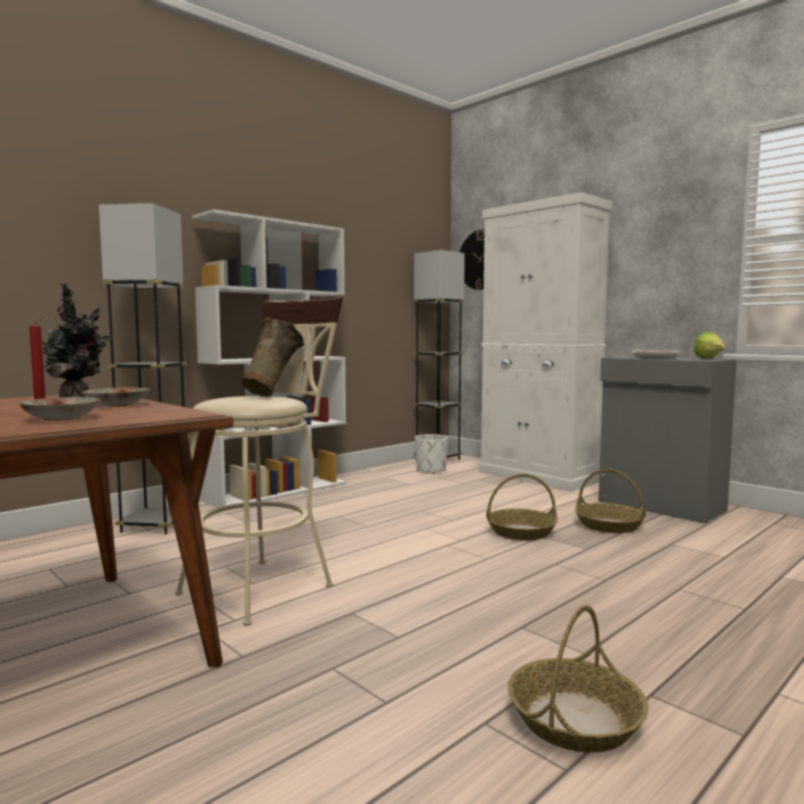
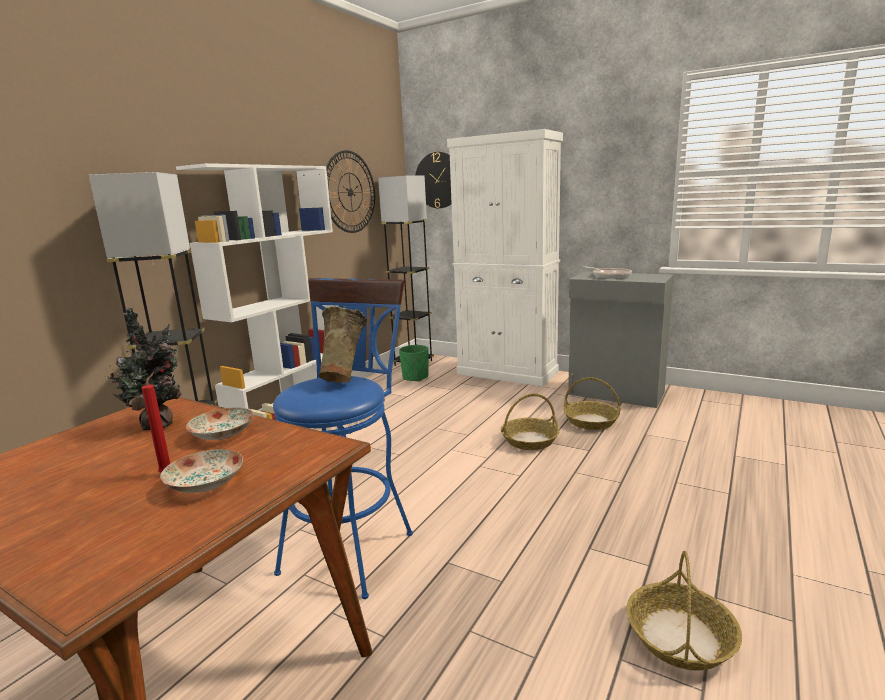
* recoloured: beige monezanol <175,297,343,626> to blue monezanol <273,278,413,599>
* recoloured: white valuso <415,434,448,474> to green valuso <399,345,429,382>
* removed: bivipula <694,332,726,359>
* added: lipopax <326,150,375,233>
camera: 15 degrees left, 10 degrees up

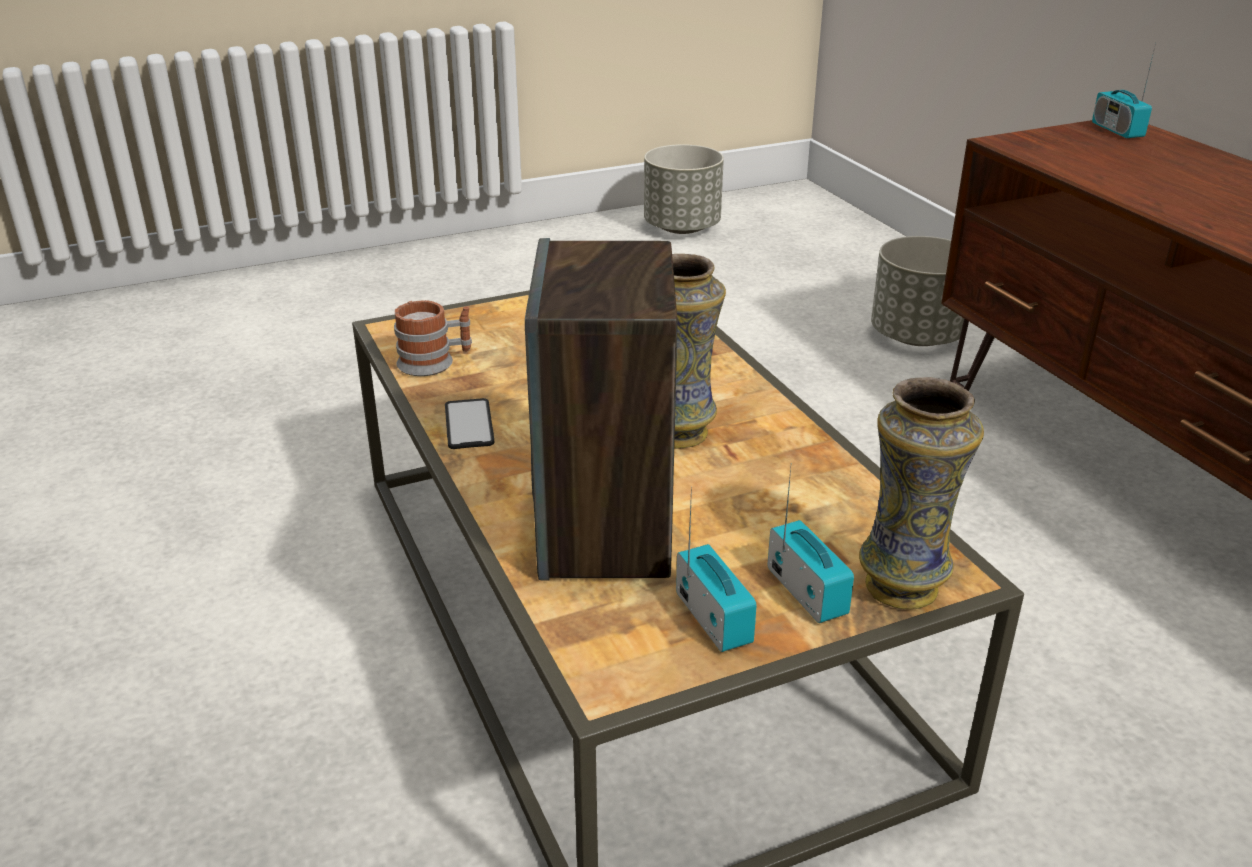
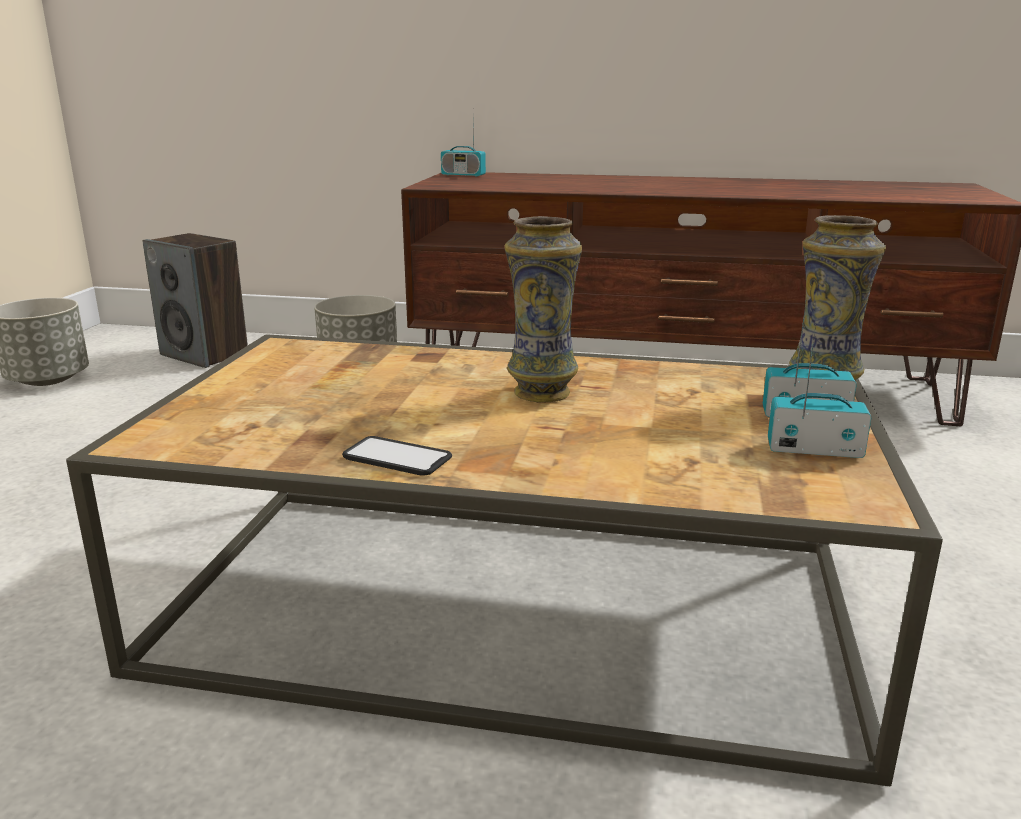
* removed: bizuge <394,300,472,376>
* moved: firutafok <525,238,677,581> to <143,233,248,368>
camera: 55 degrees left, 10 degrees down

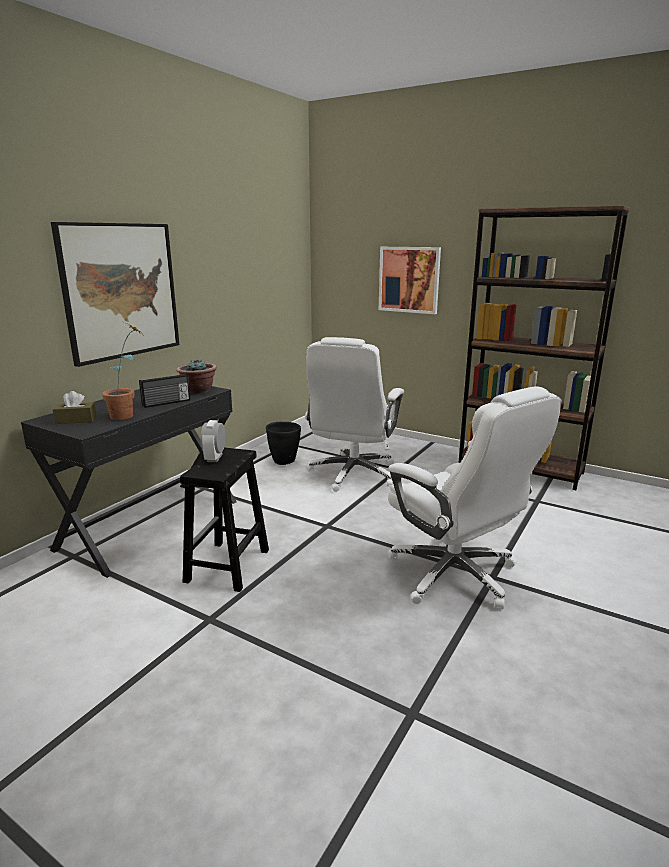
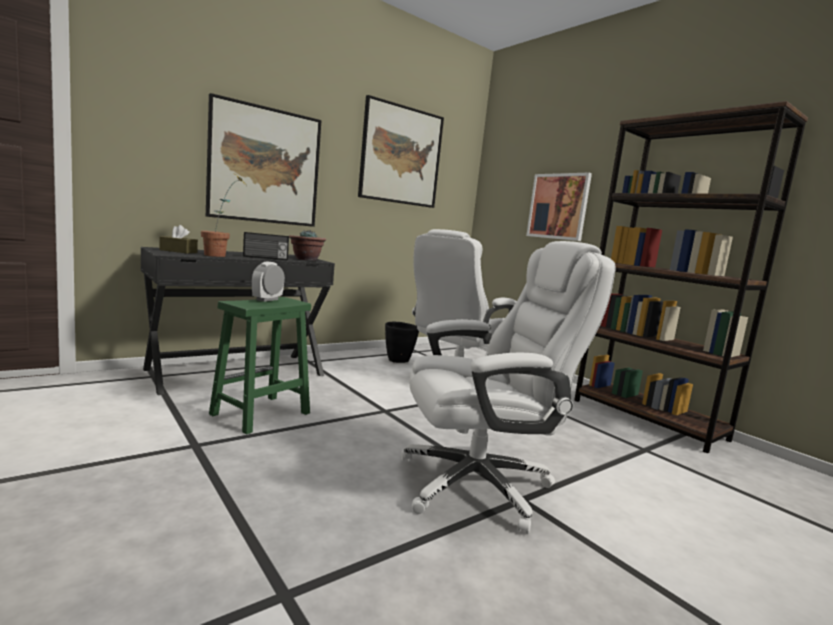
* recoloured: black monezanol <180,448,269,592> to green monezanol <209,297,311,434>
* turned: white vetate <388,386,561,609> = <401,241,616,534> 90 degrees counterclockwise
* added: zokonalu <358,95,444,208>
camera: 20 degrees right, 10 degrees down

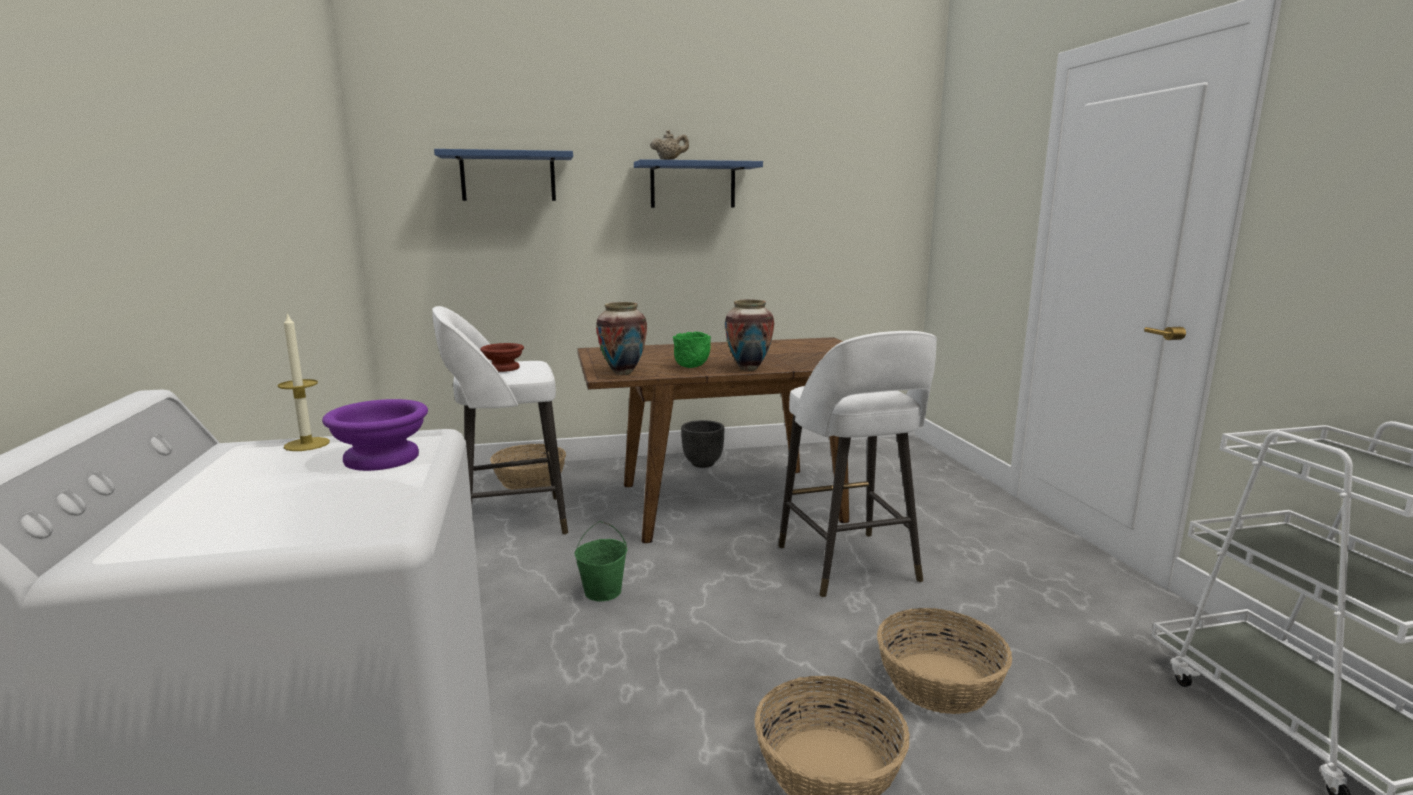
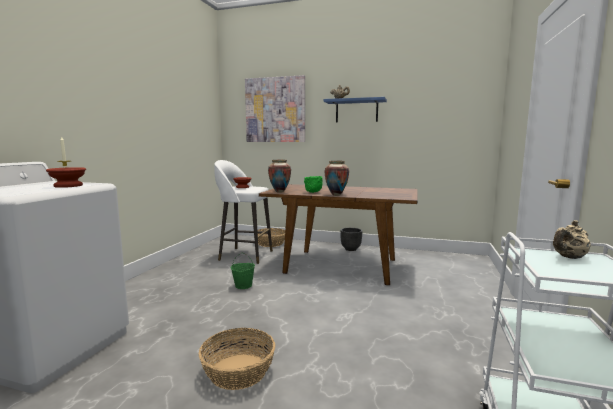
* recoloured: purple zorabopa <322,399,428,471> to brown zorabopa <46,167,86,188>
* replaced: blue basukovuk <434,149,573,201> to zokonalu <245,75,305,142>
* removed: white monezanol <778,331,937,597>
* removed: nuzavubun <877,608,1012,714>
* added: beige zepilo <553,220,591,259>
camera: 30 degrees right, 5 degrees down

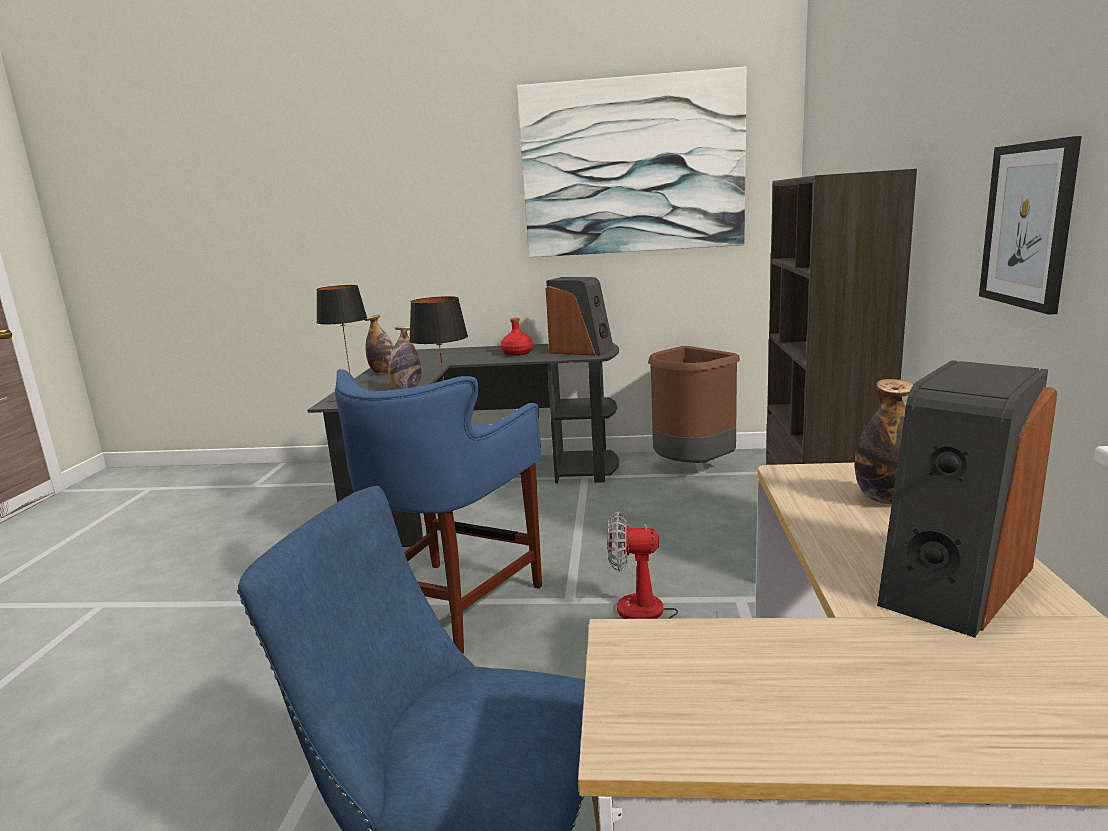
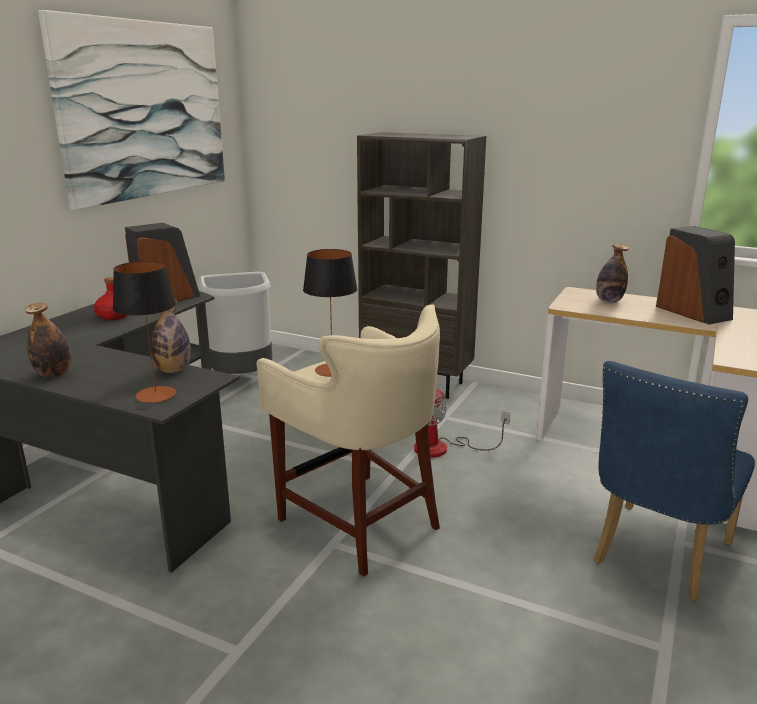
* recoloured: blue monezanol <335,369,542,654> to beige monezanol <256,304,440,577>
* recoloured: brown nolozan <648,346,740,463> to grey nolozan <198,272,272,374>
* removed: zokonalu <979,136,1082,315>
camera: 70 degrees left, 5 degrees up

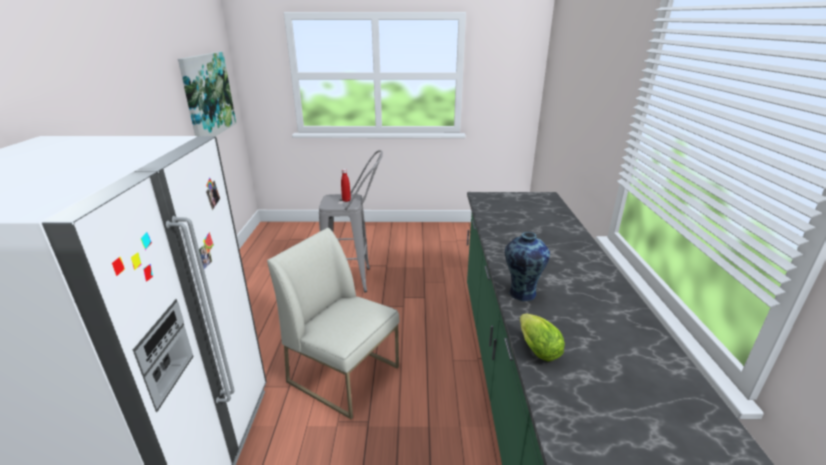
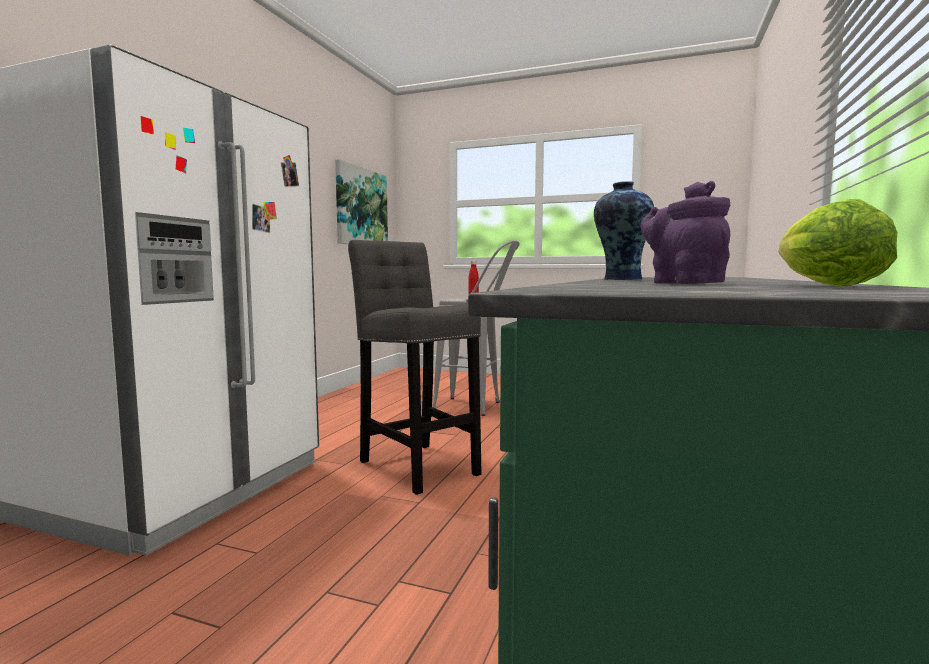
* replaced: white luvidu <267,228,399,419> to grey monezanol <348,240,482,495>
* moved: bivipula <520,314,565,362> to <778,199,897,287>
* added: purple zepilo <641,181,730,284>
camera: 20 degrees right, 20 degrees down

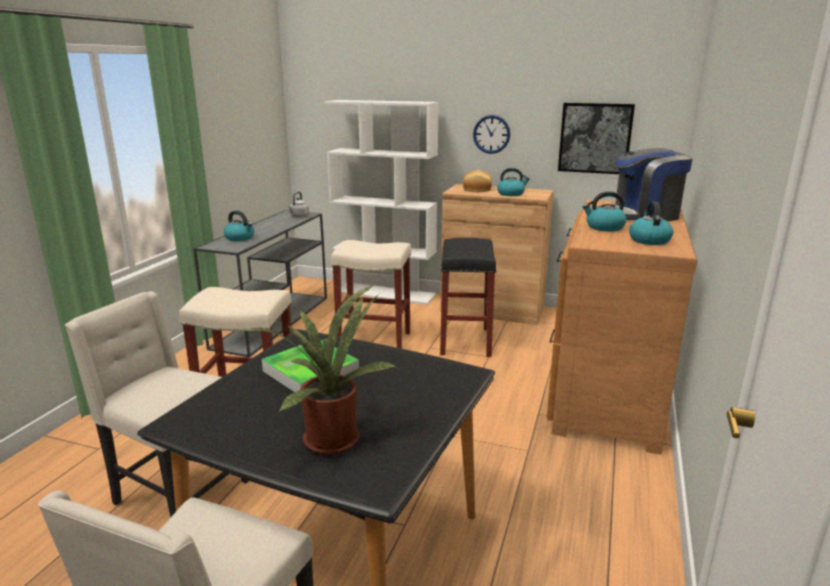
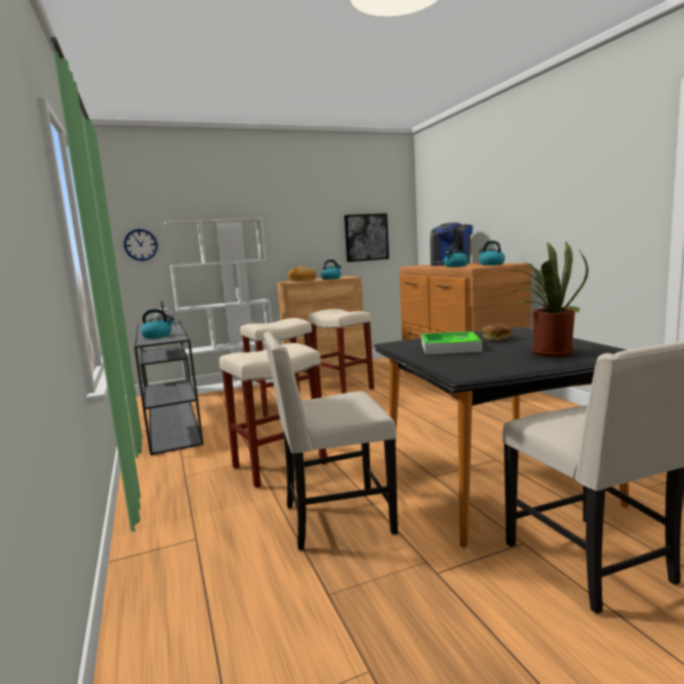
* recoloured: black monezanol <440,238,497,357> to beige monezanol <308,309,374,394>
* moved: lipopax <473,115,510,154> to <124,229,158,261>
* added: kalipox <482,323,513,340>
camera: 40 degrees left, 10 degrees down

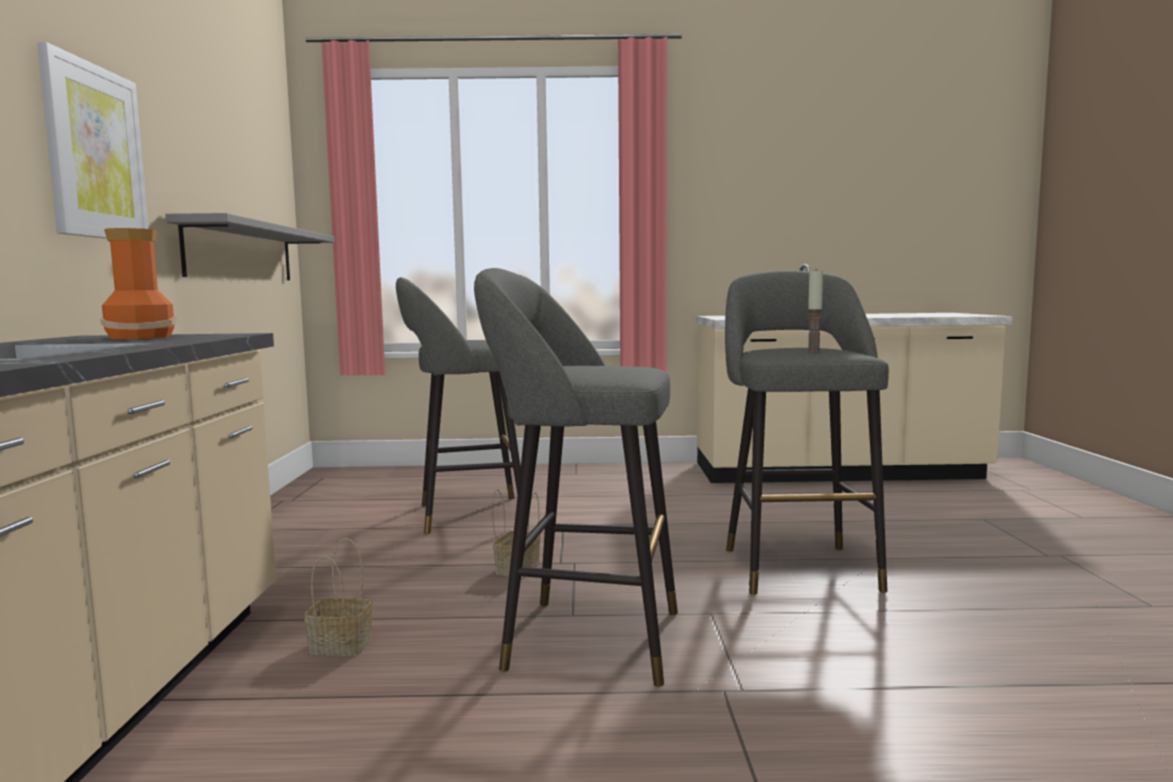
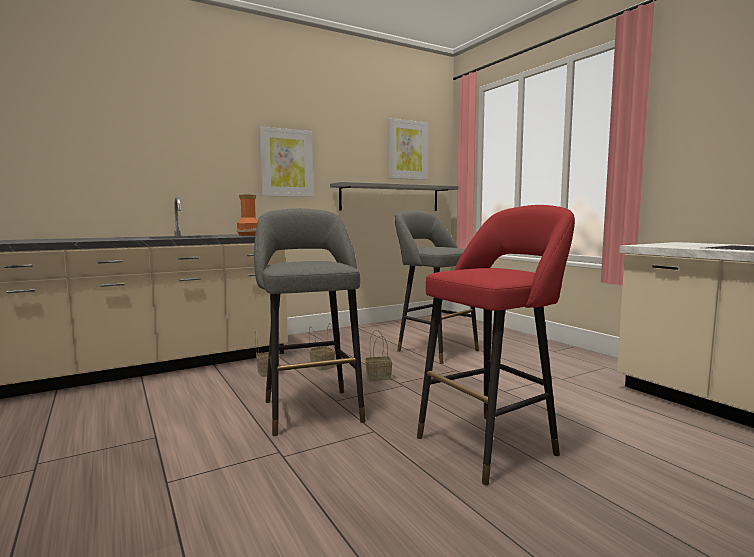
* recoloured: grey monezanol <725,270,889,595> to red monezanol <417,205,575,485>
* removed: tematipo <807,269,823,353>
* added: nuzavubun <309,323,335,371>
* added: zokonalu <388,118,428,180>
camera: 60 degrees right, 0 degrees up

